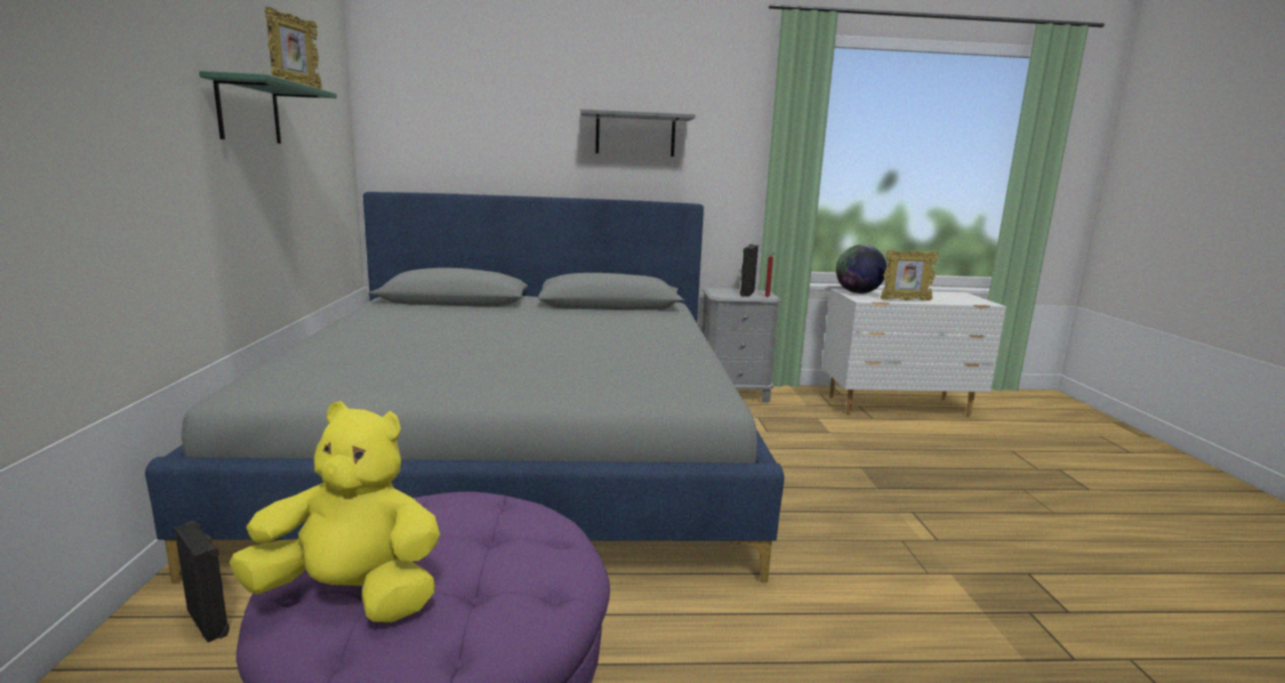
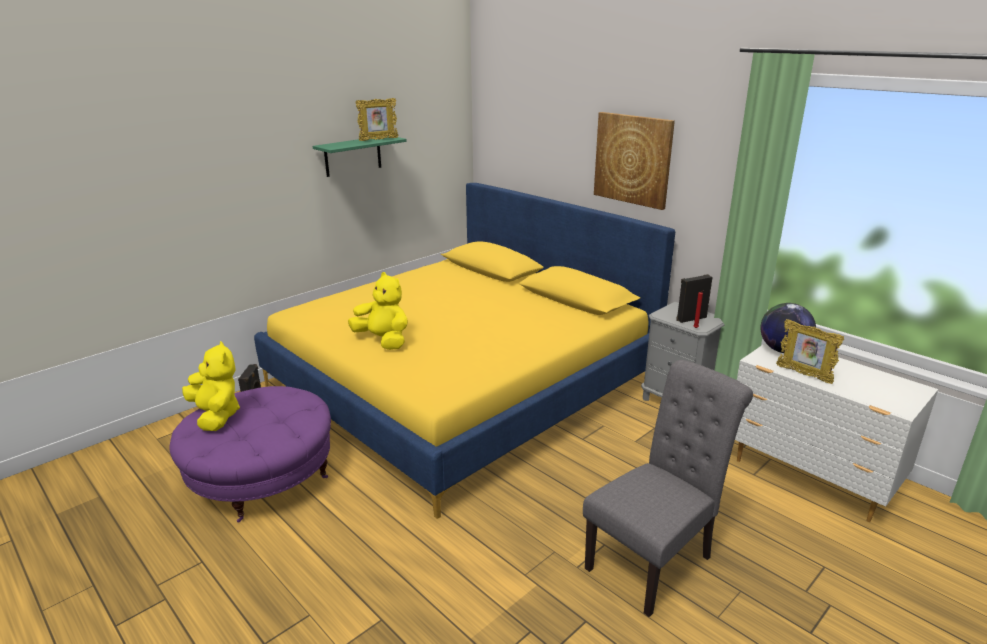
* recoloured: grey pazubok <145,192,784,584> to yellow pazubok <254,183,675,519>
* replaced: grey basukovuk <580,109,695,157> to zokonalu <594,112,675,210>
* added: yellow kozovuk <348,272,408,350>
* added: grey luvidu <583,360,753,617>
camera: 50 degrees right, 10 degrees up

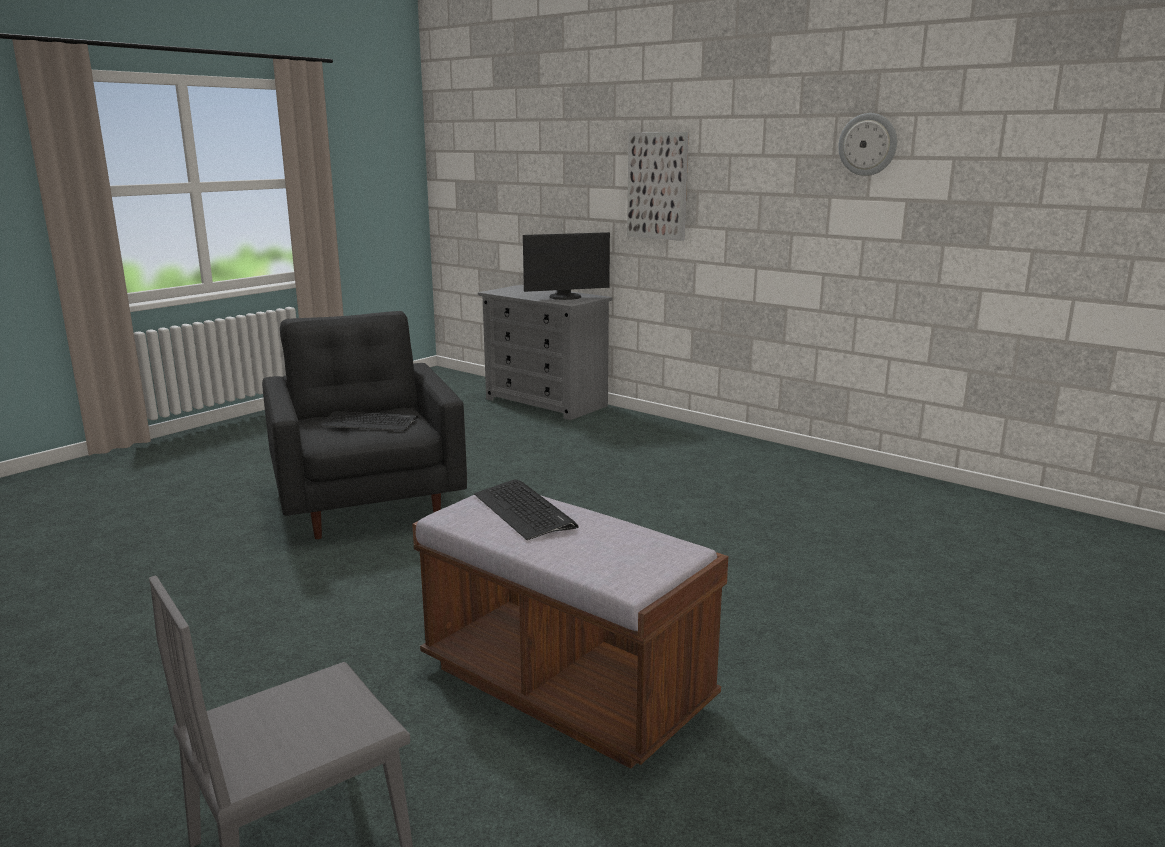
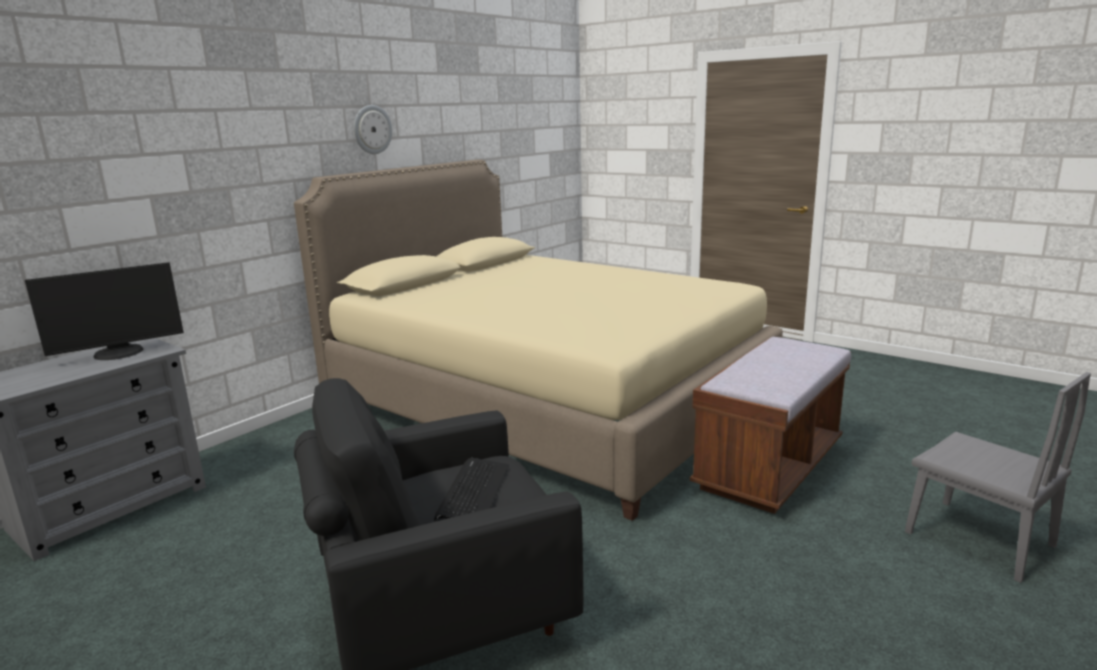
* removed: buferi <474,479,578,540>
* turned: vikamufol <523,232,610,300> = <25,262,184,360> 75 degrees clockwise
* removed: zokonalu <627,132,689,241>
* added: beige pazubok <294,160,783,521>
camera: 90 degrees left, 0 degrees up

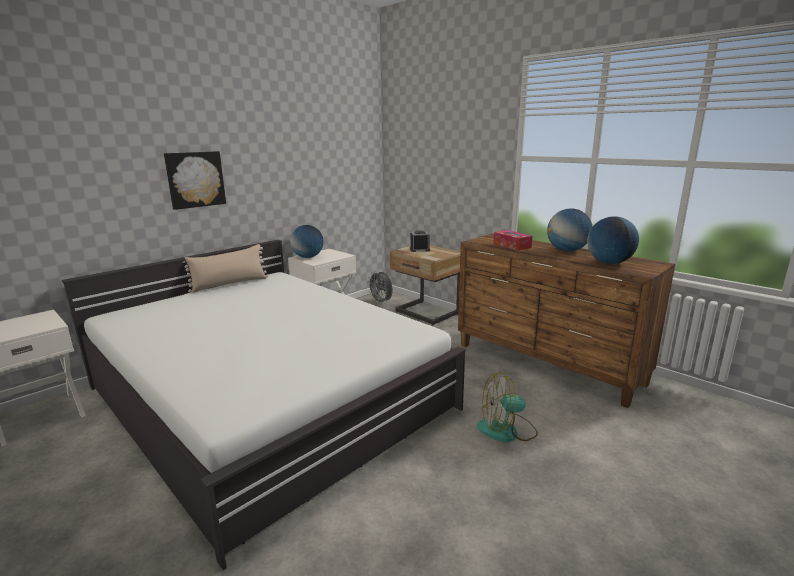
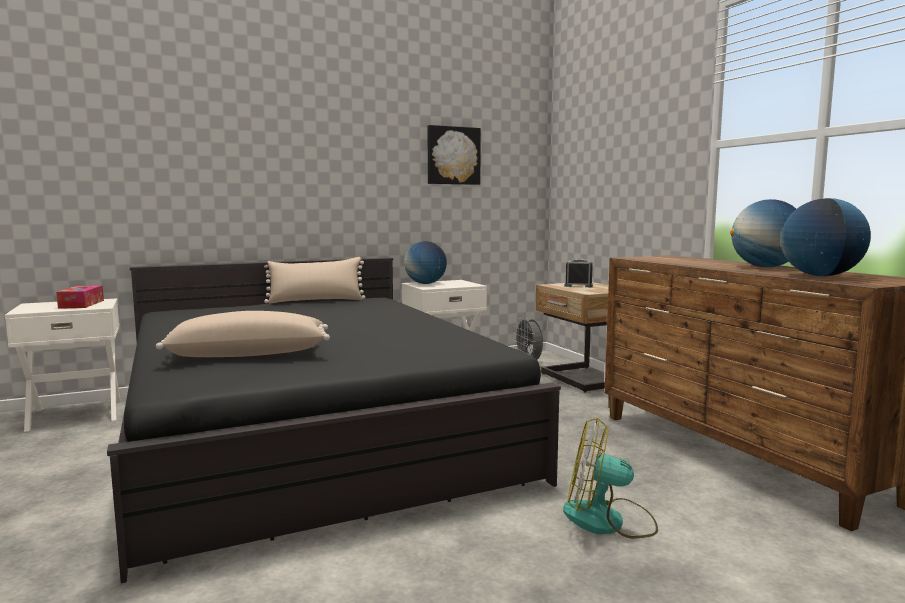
* recoloured: white pazubok <62,240,466,570> to black pazubok <107,258,561,583>
* moved: zokonalu <164,151,226,210> to <427,125,481,185>
* moved: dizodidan <493,230,532,250> to <56,285,104,309>
* added: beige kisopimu <156,311,330,357>
camera: 20 degrees right, 10 degrees down

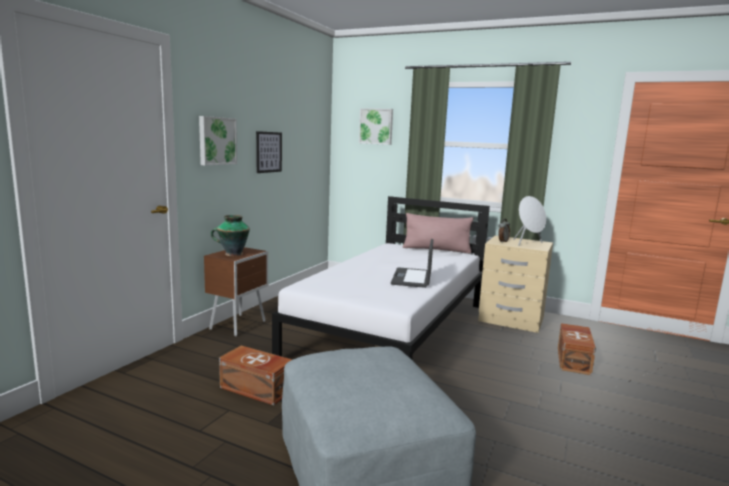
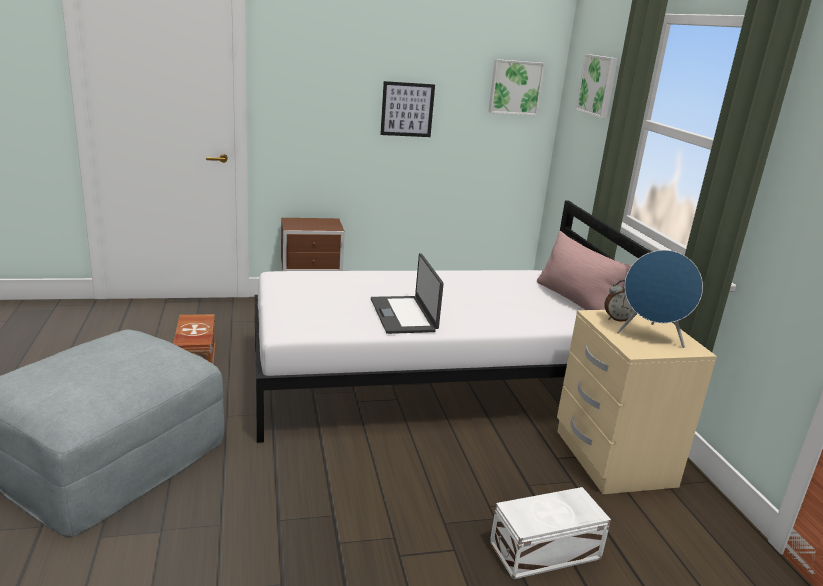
* moved: zokonalu <199,116,237,166> to <488,59,545,116>
* removed: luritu <211,215,250,256>
* turned: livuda <391,239,433,288> = <371,253,444,334> 75 degrees counterclockwise
* recoloured: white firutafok <513,196,546,246> to blue firutafok <617,250,703,348>
* recoloured: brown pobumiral <558,323,596,375> to white pobumiral <490,487,611,580>
camera: 50 degrees right, 10 degrees up

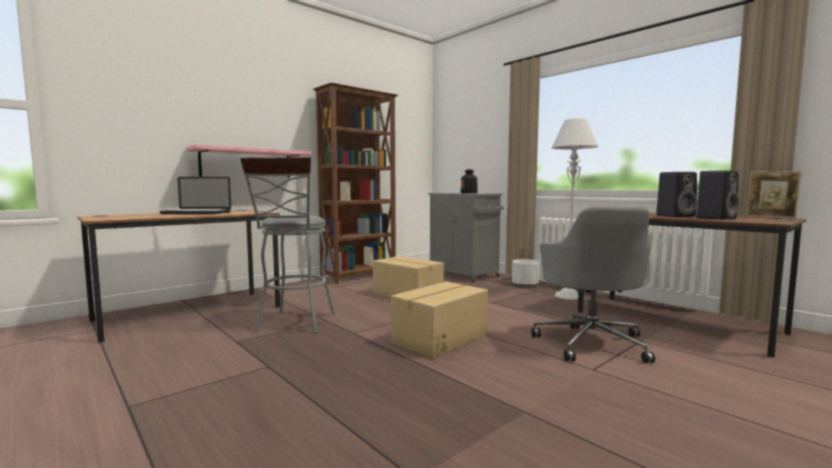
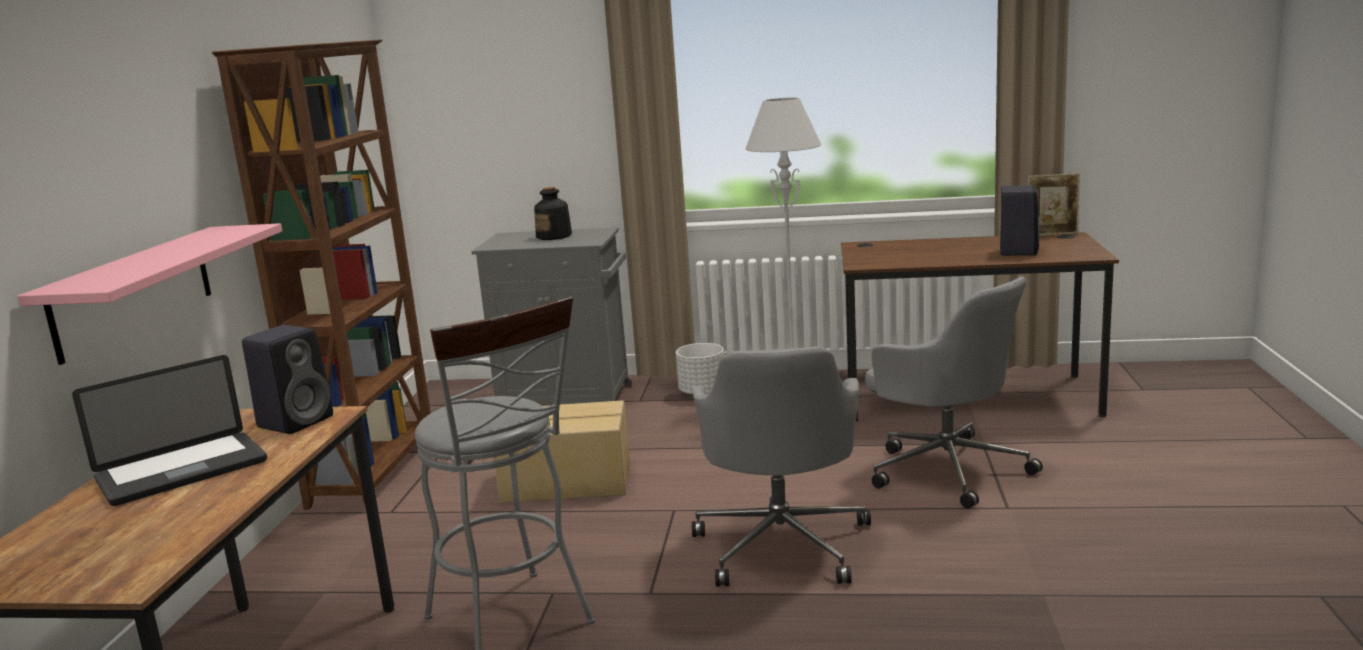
* replaced: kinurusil <390,281,488,358> to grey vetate <692,347,871,587>
* moved: black firutafok <656,172,697,217> to <242,325,333,434>
camera: 40 degrees left, 10 degrees up

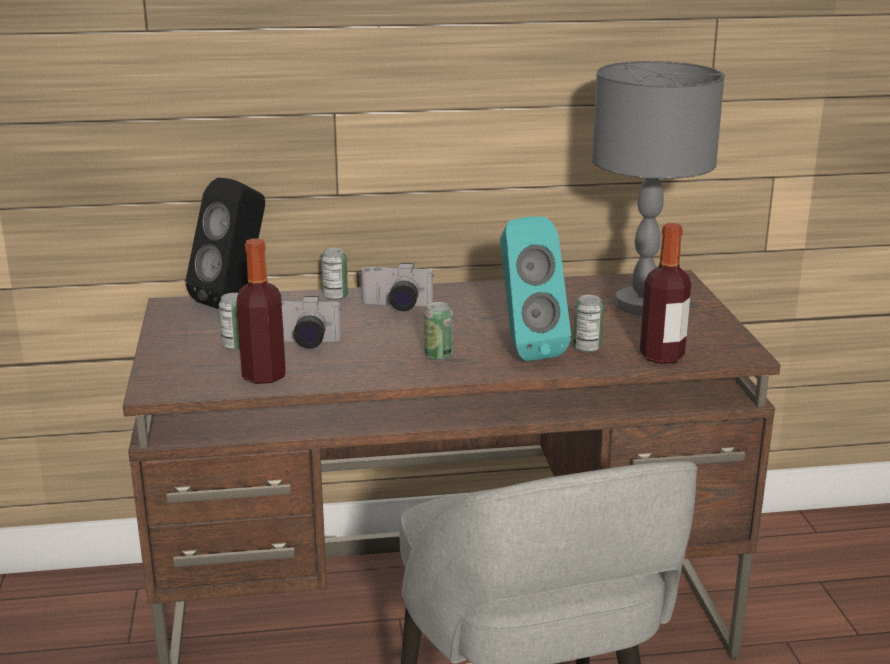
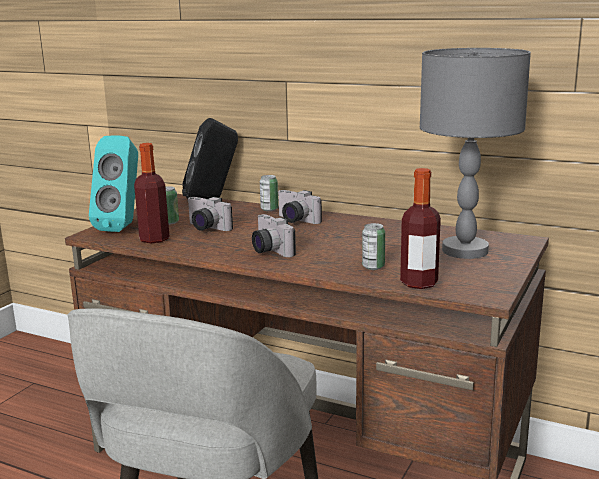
* replaced: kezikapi <424,302,453,361> to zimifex <252,214,296,257>
* moved: turquoise firutafok <500,217,571,361> to <89,135,138,232>
camera: 35 degrees right, 5 degrees down

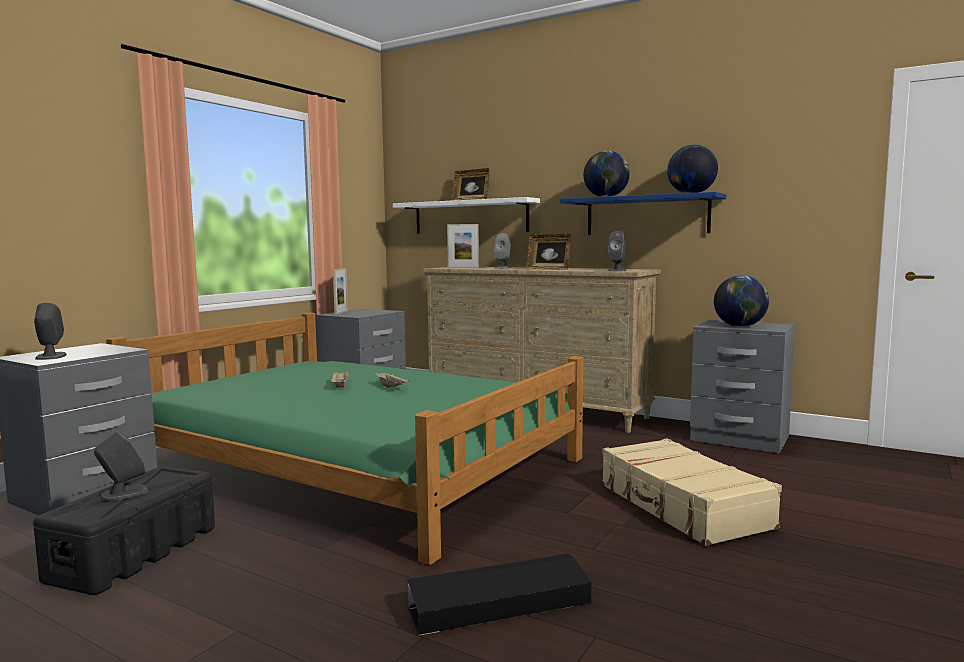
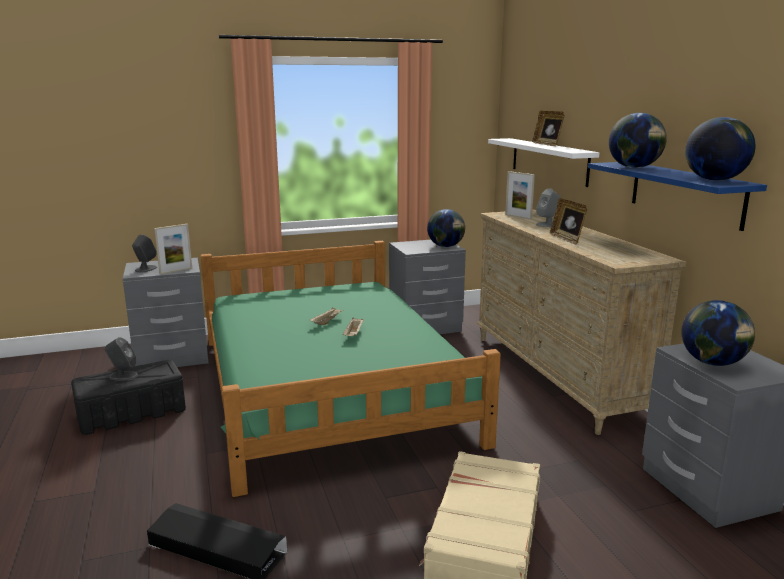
* moved: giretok <333,268,348,314> to <154,224,192,275>
* removed: grey firutafok <608,231,627,271>
* added: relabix <427,209,465,247>
camera: 40 degrees right, 10 degrees up

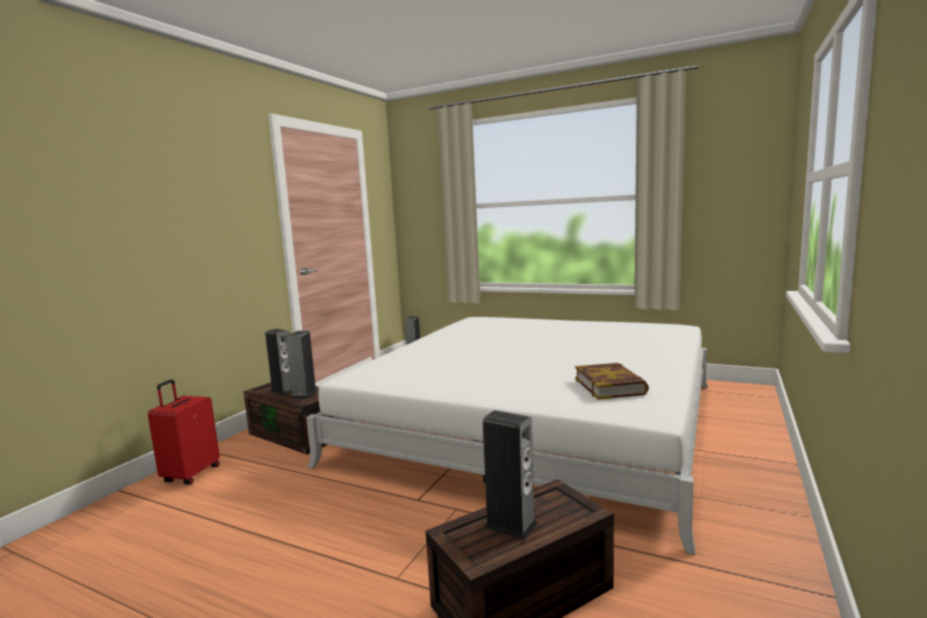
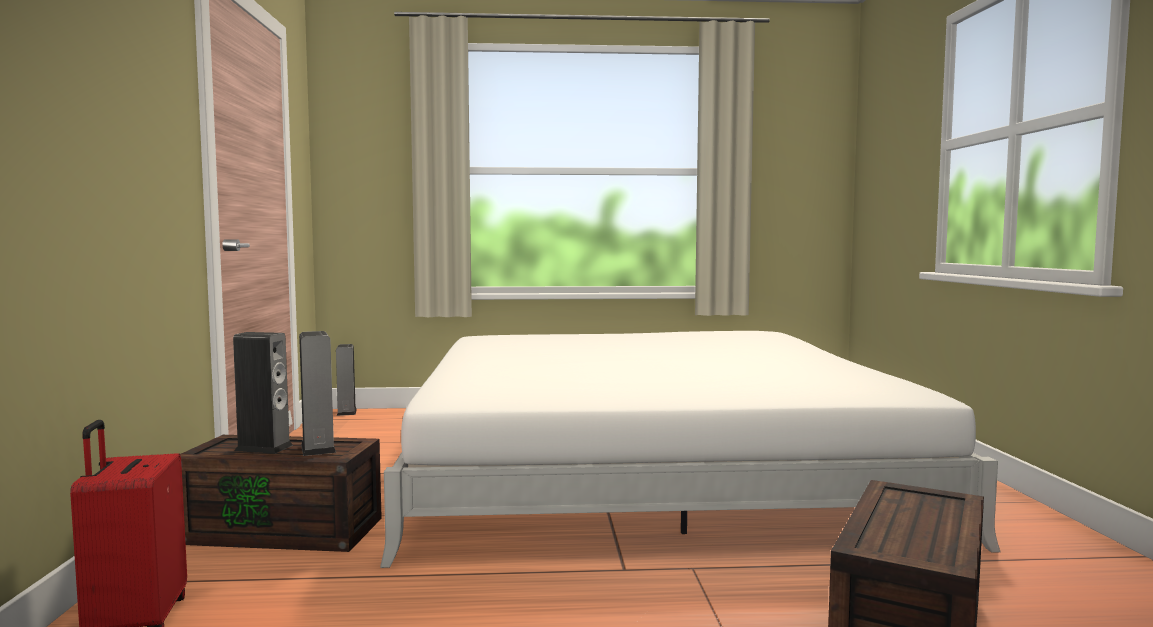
* removed: firutafok <483,410,538,540>
* removed: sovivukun <575,363,649,400>
camera: 30 degrees left, 5 degrees down

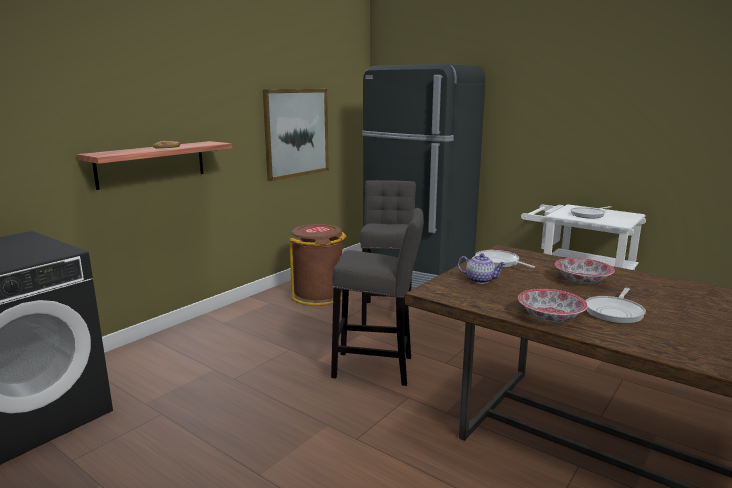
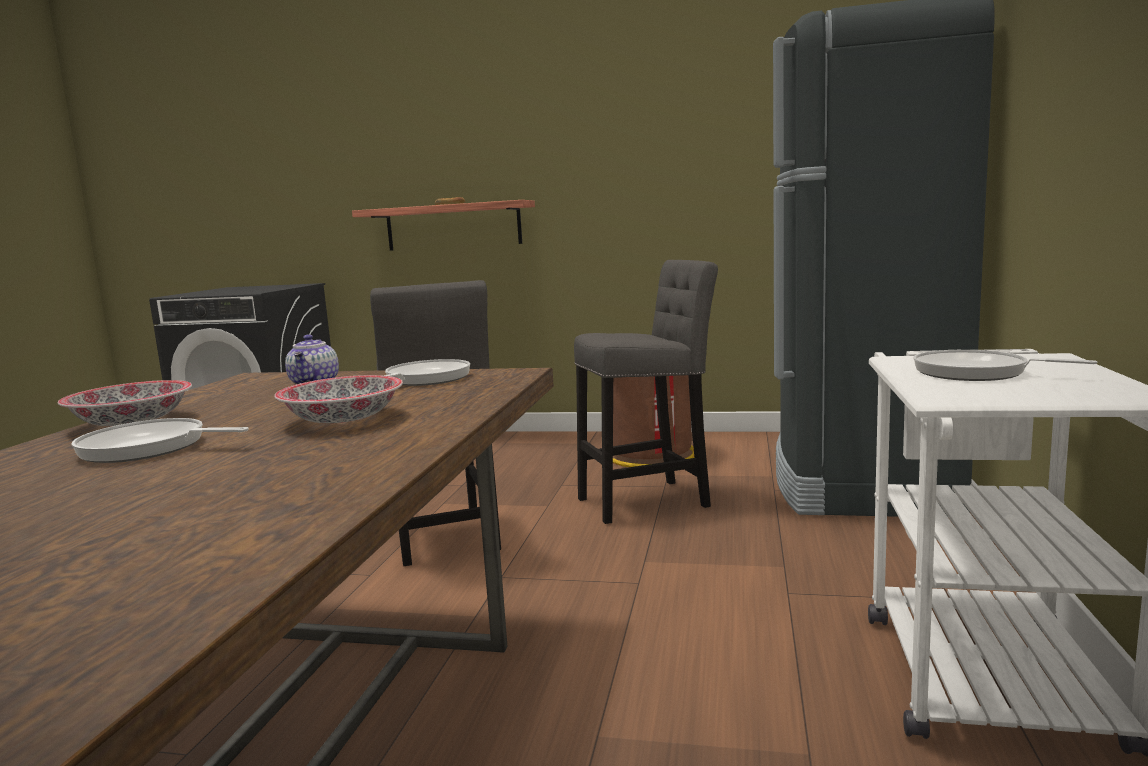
* removed: zokonalu <263,89,329,181>
camera: 65 degrees right, 5 degrees down

